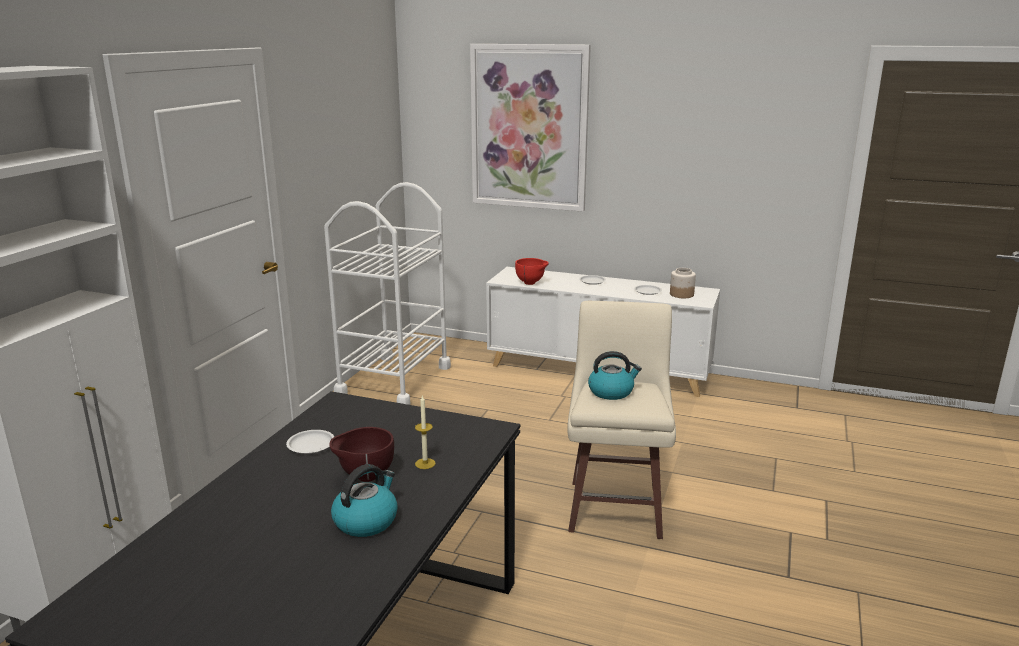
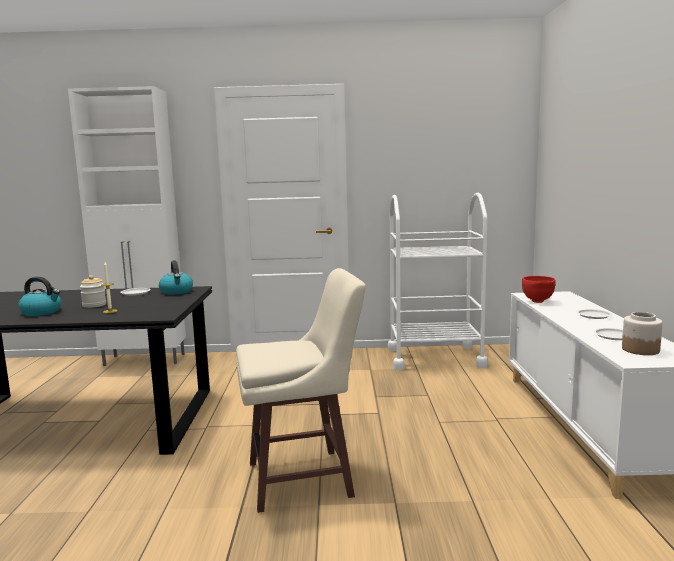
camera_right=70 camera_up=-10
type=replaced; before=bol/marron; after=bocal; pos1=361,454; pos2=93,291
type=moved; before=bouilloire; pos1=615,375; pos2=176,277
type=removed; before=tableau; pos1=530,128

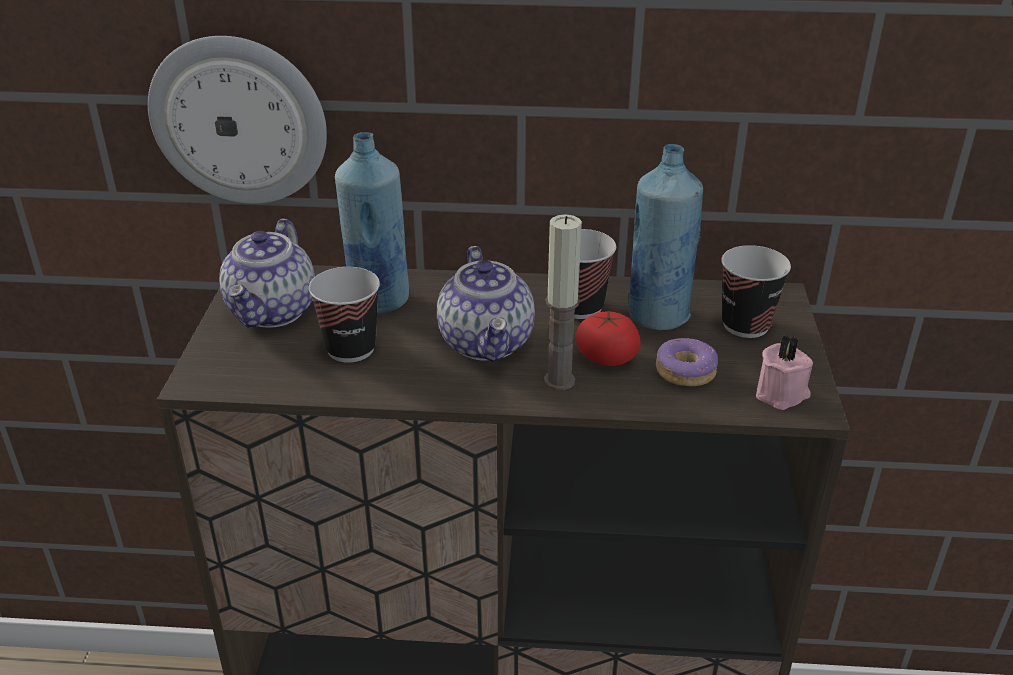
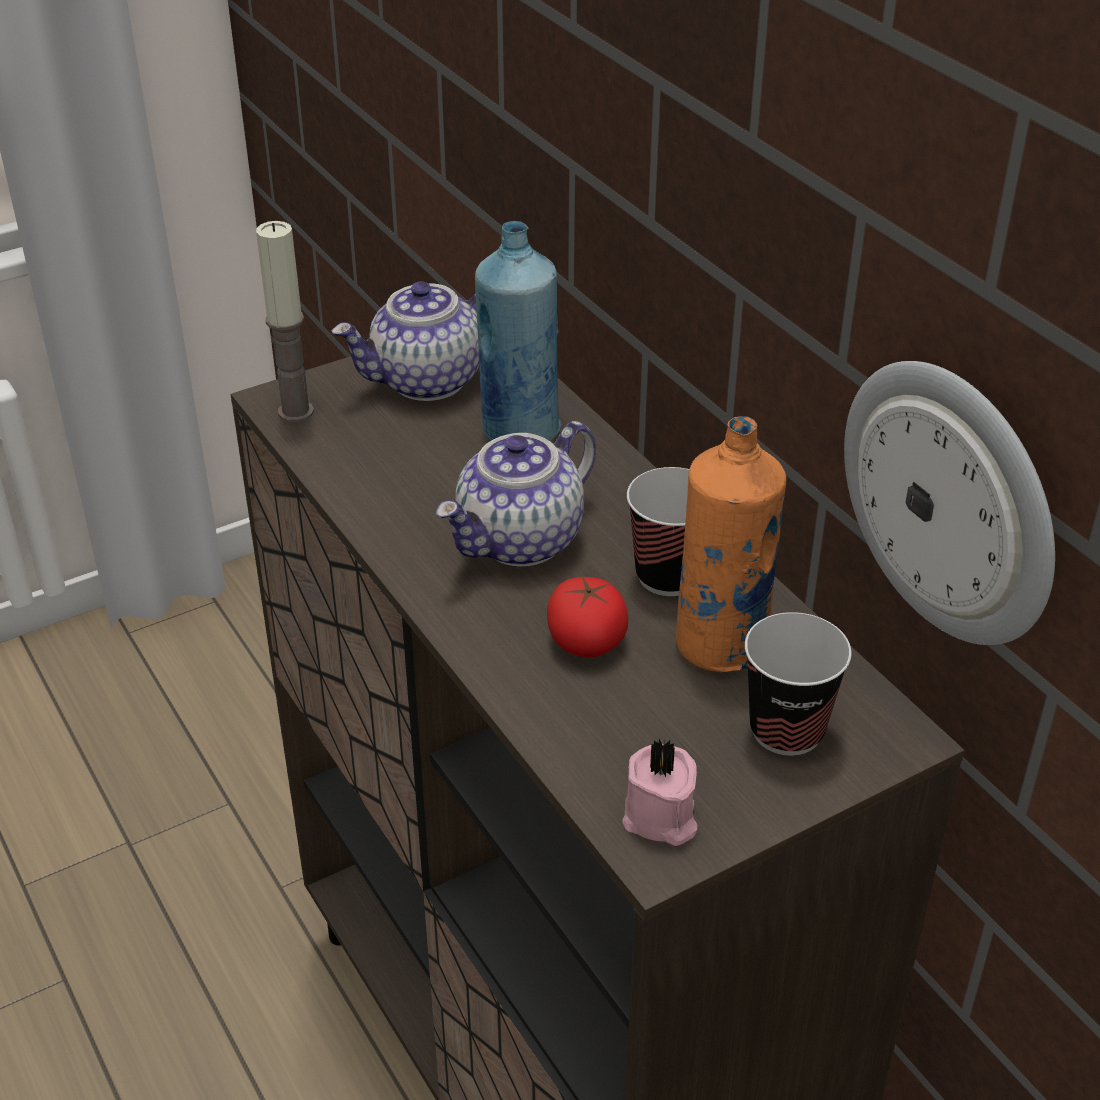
camera_right=55 camera_up=5
type=moved; before=bougie; pos1=563,302; pos2=285,321
type=recoloured; before=bouteille/bleu; after=bouteille/orange; pos1=666,237; pos2=731,544
type=moved; before=horloge murale; pos1=237,120; pos2=949,503
type=removed; before=tasse; pos1=344,315
type=removed; before=beignet; pos1=687,362

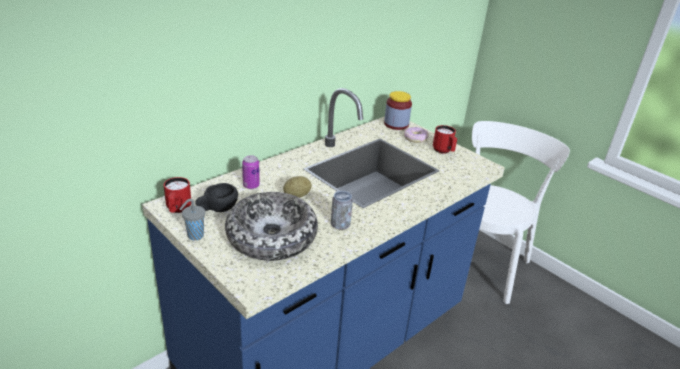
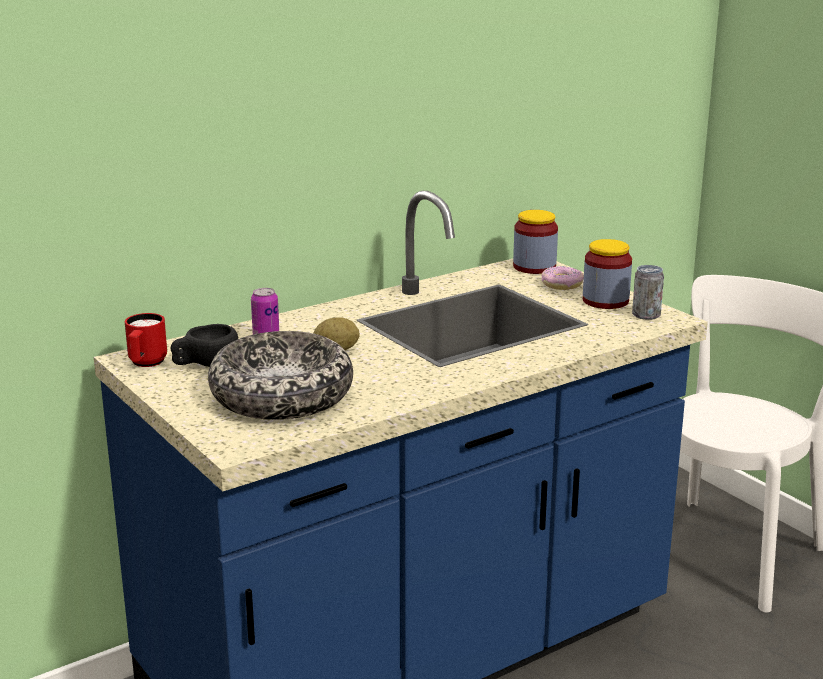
camera_right=10 camera_up=-10
type=replaced; before=mug/rouge; after=bocal; pos1=445,139; pos2=607,274
type=moved; before=boîte métallique; pos1=342,210; pos2=648,292
type=removed; before=tasse/gris; pos1=192,219

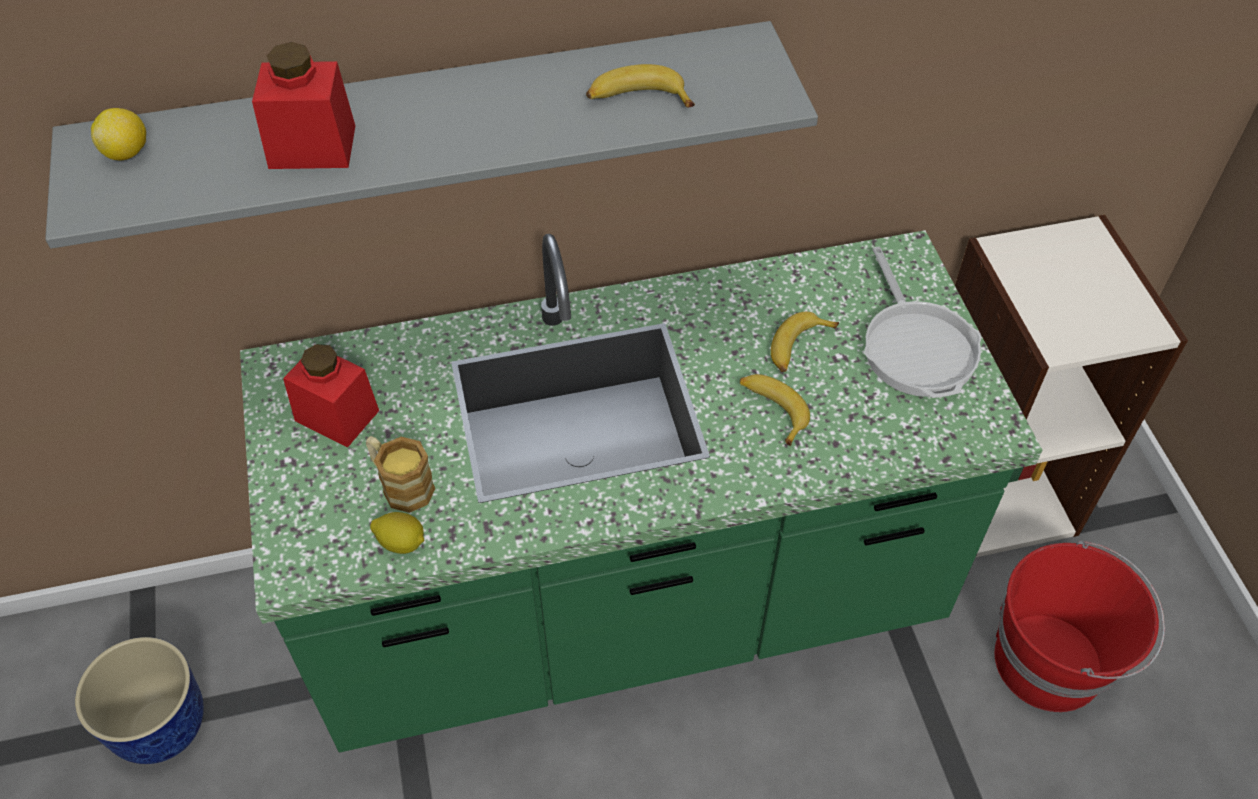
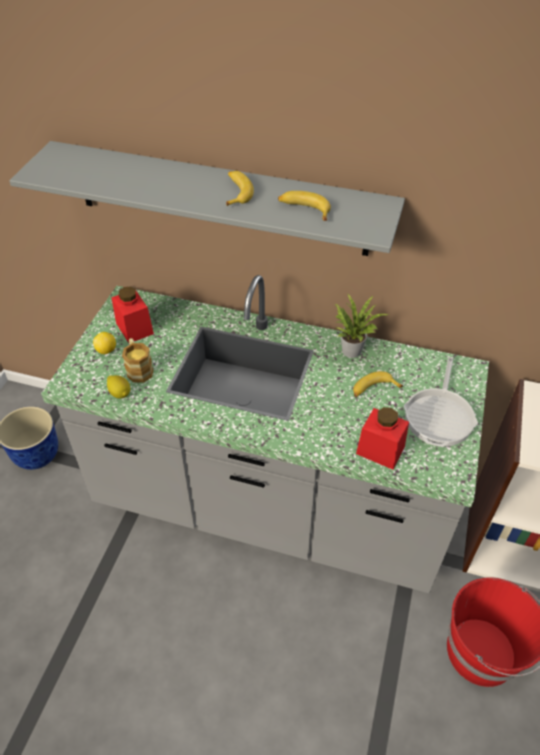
camera_right=30 camera_up=-5
type=recoloured; before=comptoir de cuisine/vert; after=comptoir de cuisine/gris; pos1=641,491; pos2=265,434
type=moved; before=citron; pos1=118,134; pos2=104,343
type=moved; before=banane; pos1=775,410; pos2=240,188
type=added; after=plante en pot; pos2=361,325
type=moved; before=bocal/rouge; pos1=303,105; pos2=382,438

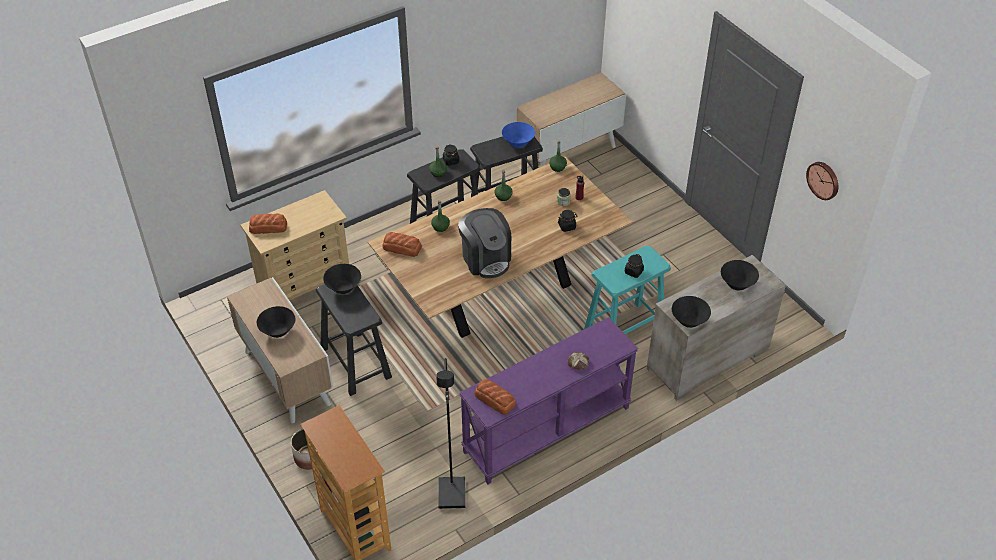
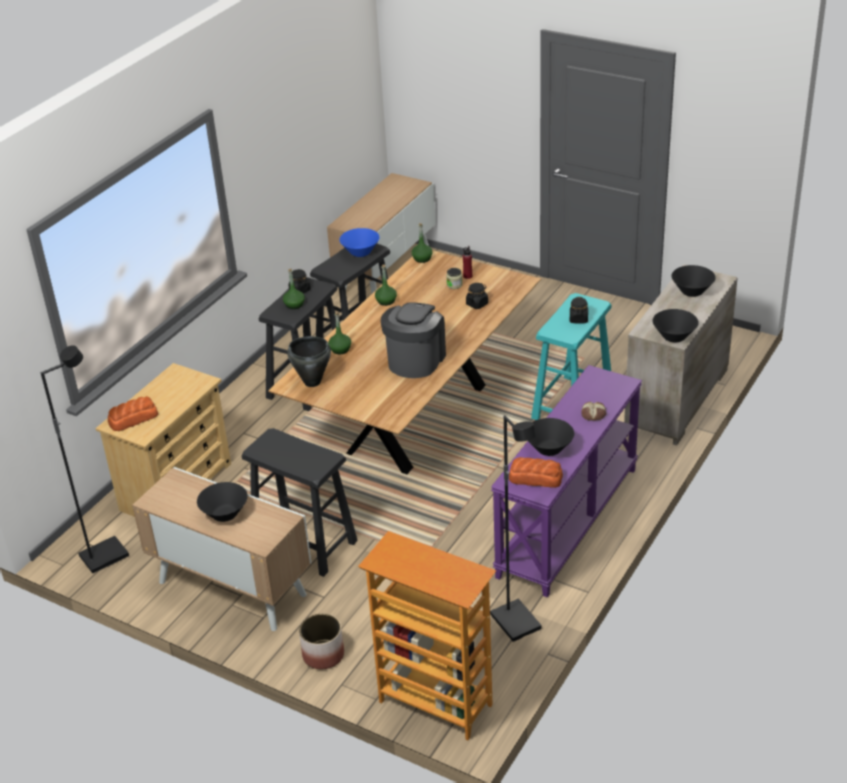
camera_right=-25 camera_up=-10
type=added; after=lampadaire/noir; pos2=85,459
type=replaced; before=pain; after=marmite/noir; pos1=402,244; pos2=309,361
type=turned; before=machine à café; pos1=484,243; pos2=413,340; turn=-105
type=moved; before=bol/noir; pos1=342,279; pos2=551,437
type=removed; before=horloge murale; pos1=822,181

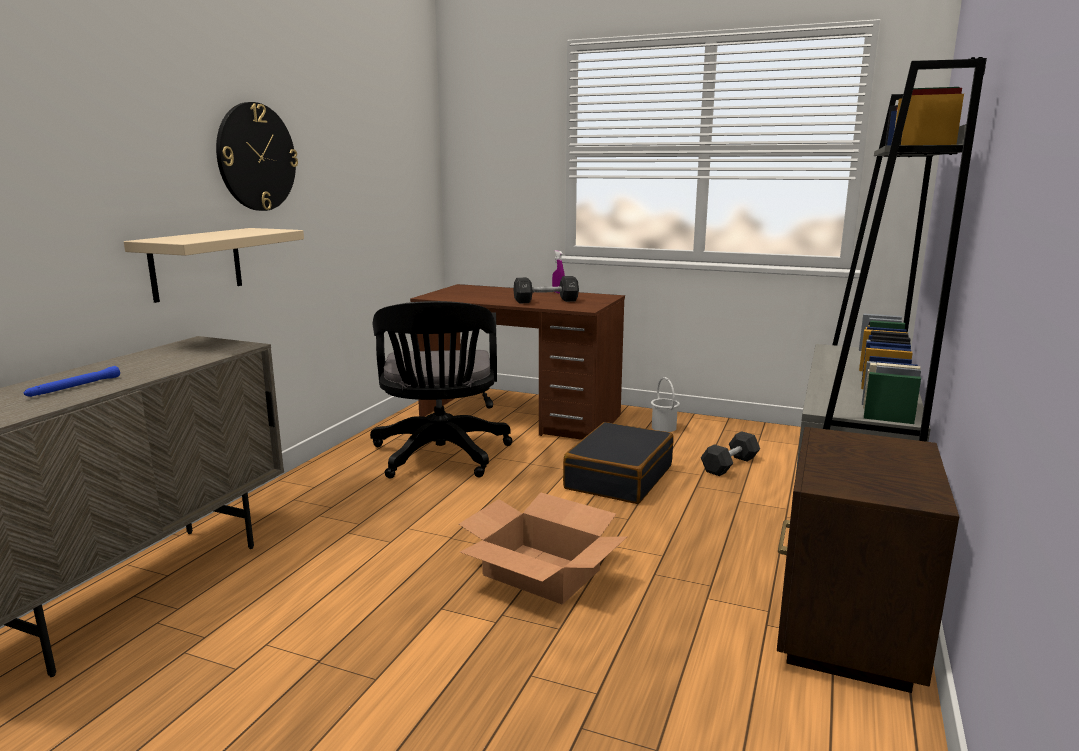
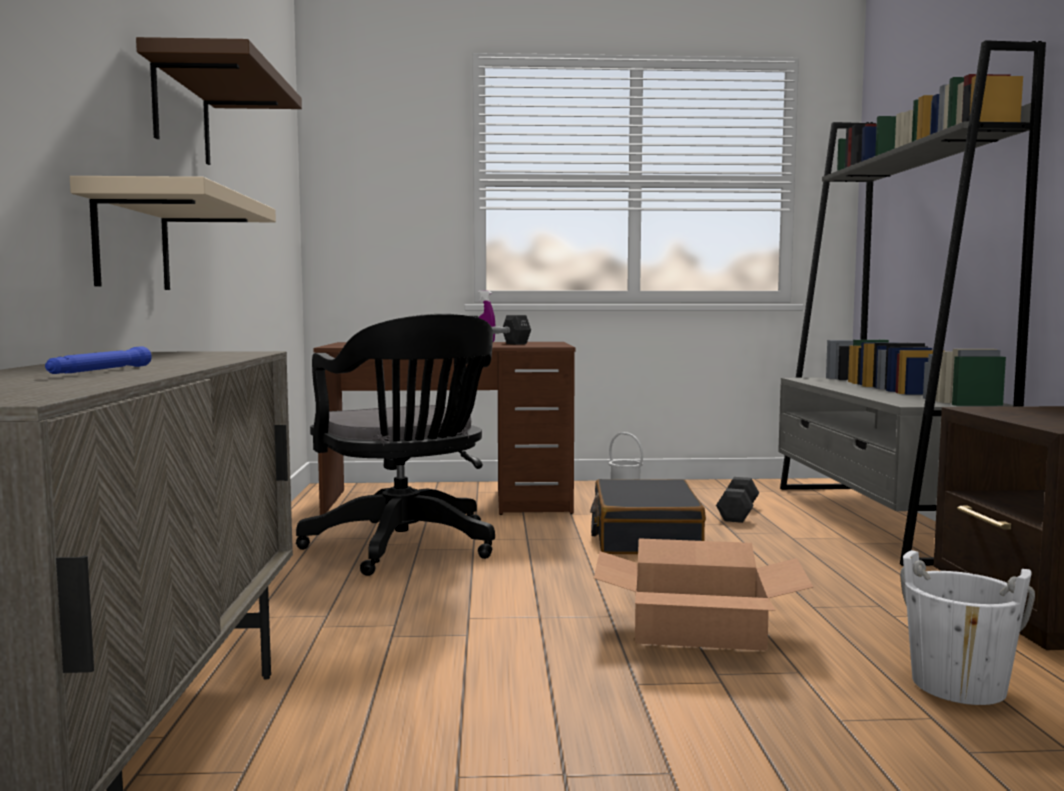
camera_right=-25 camera_up=-10
type=replaced; before=horloge murale; after=étagère/marron; pos1=257,156; pos2=219,101
type=added; after=seau/blanc; pos2=967,627

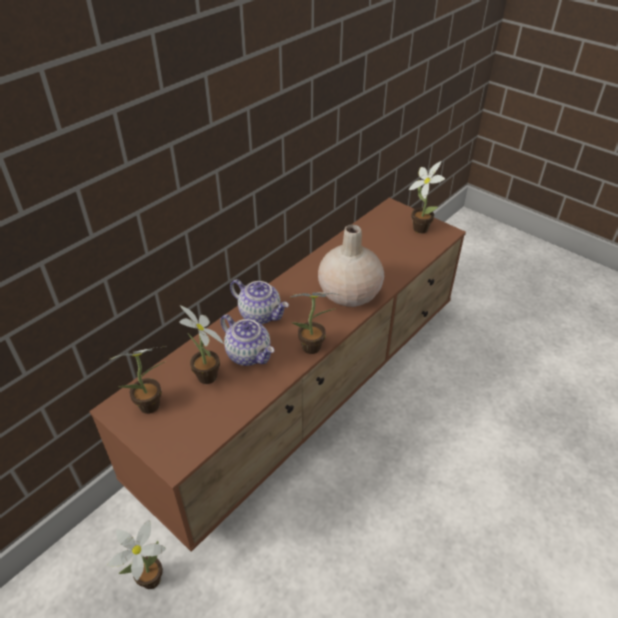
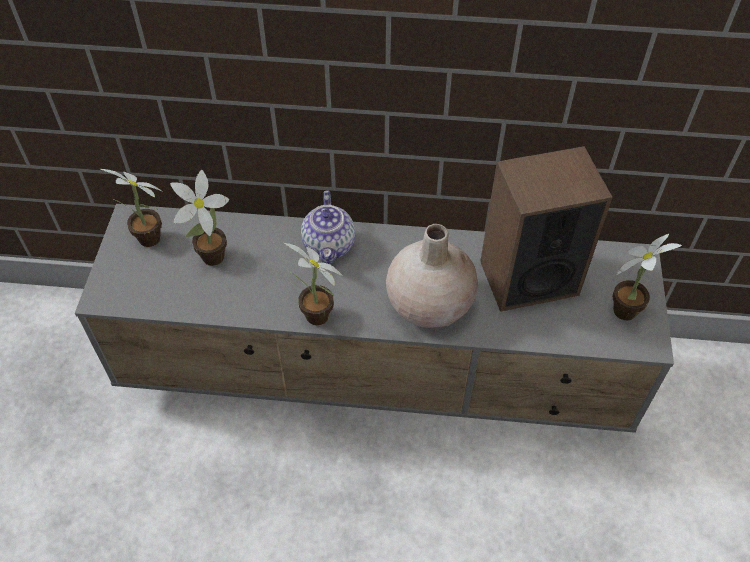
camera_right=55 camera_up=10
type=recoloured; before=meuble télé/marron; after=meuble télé/gris; pos1=277,375; pos2=374,318
type=added; after=enceinte; pos2=546,229
type=removed; before=plante en pot; pos1=137,554
type=removed; before=théière; pos1=247,340

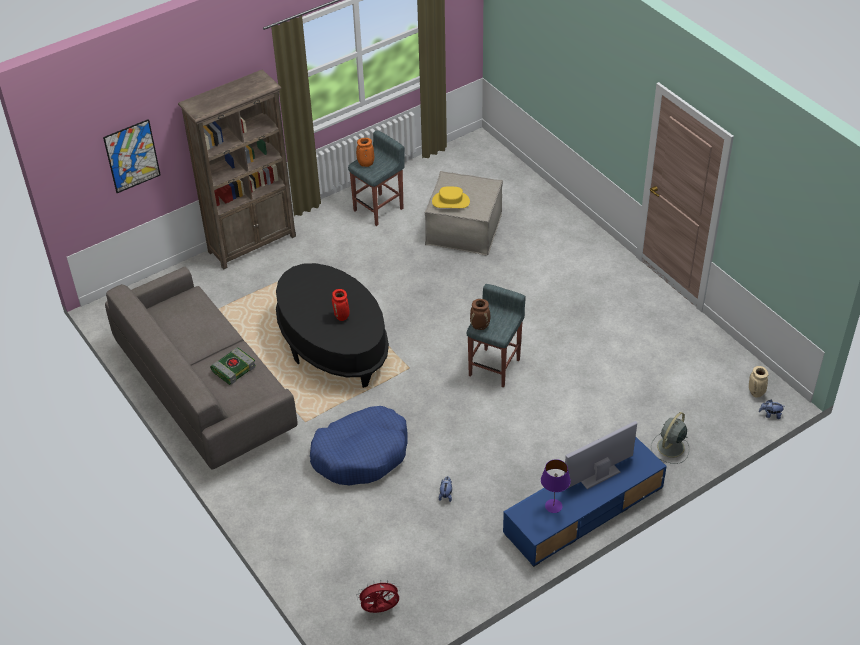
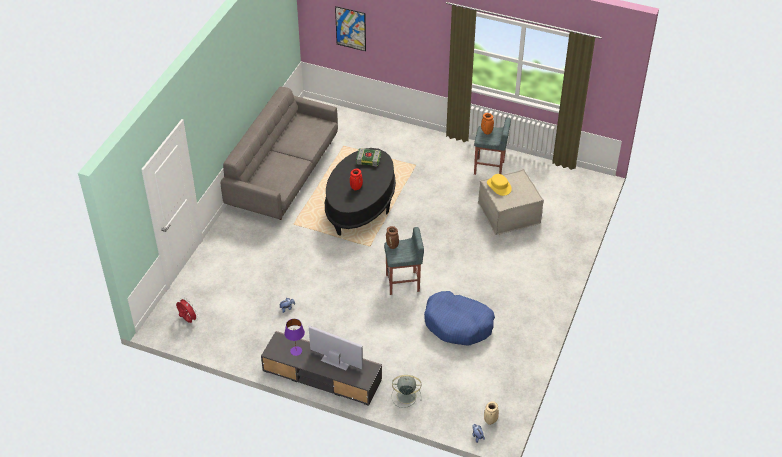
camera_right=55 camera_up=0
type=recoloured; before=meuble télé/bleu; after=meuble télé/gris; pos1=585,502; pos2=321,368
type=moved; before=livre; pos1=233,366; pos2=368,157
type=moved; before=panier pour chien/bleu; pos1=359,445; pos2=459,318
type=removed; before=bibliothèque/marron; pos1=237,170

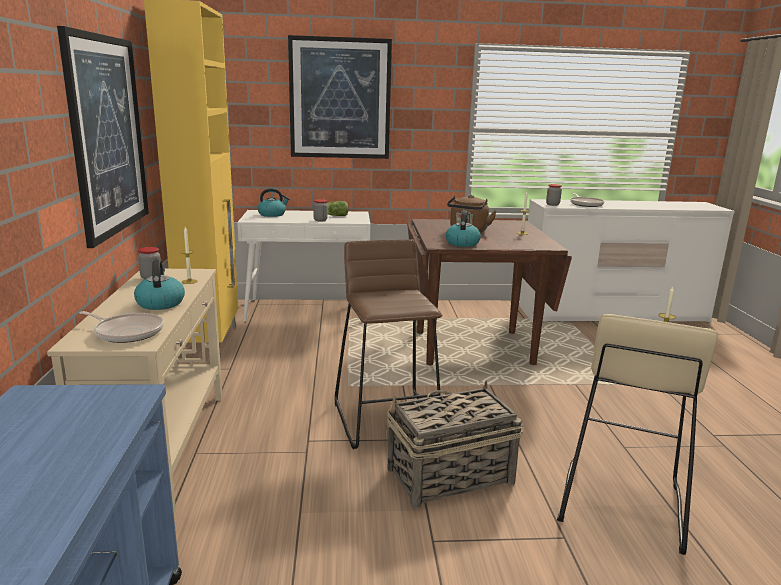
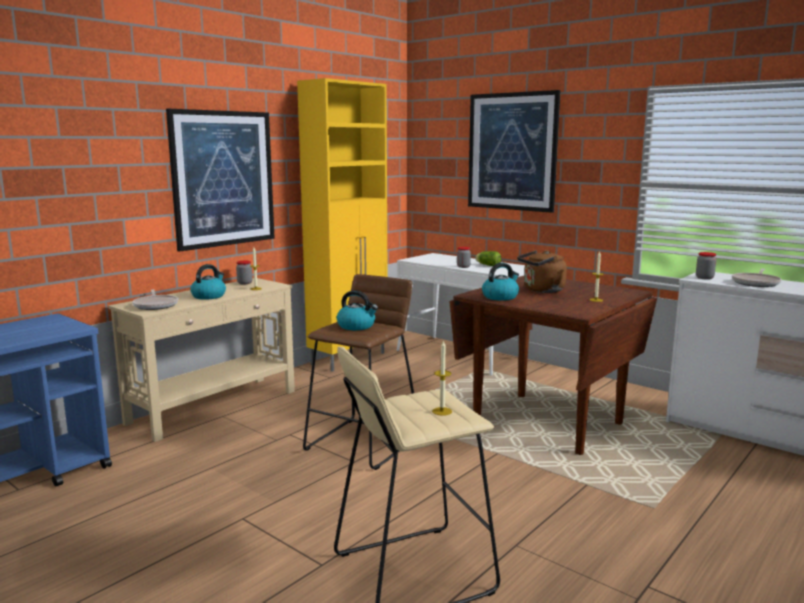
camera_right=45 camera_up=-5
type=moved; before=bouilloire; pos1=273,202; pos2=357,310
type=removed; before=panier; pos1=454,444

